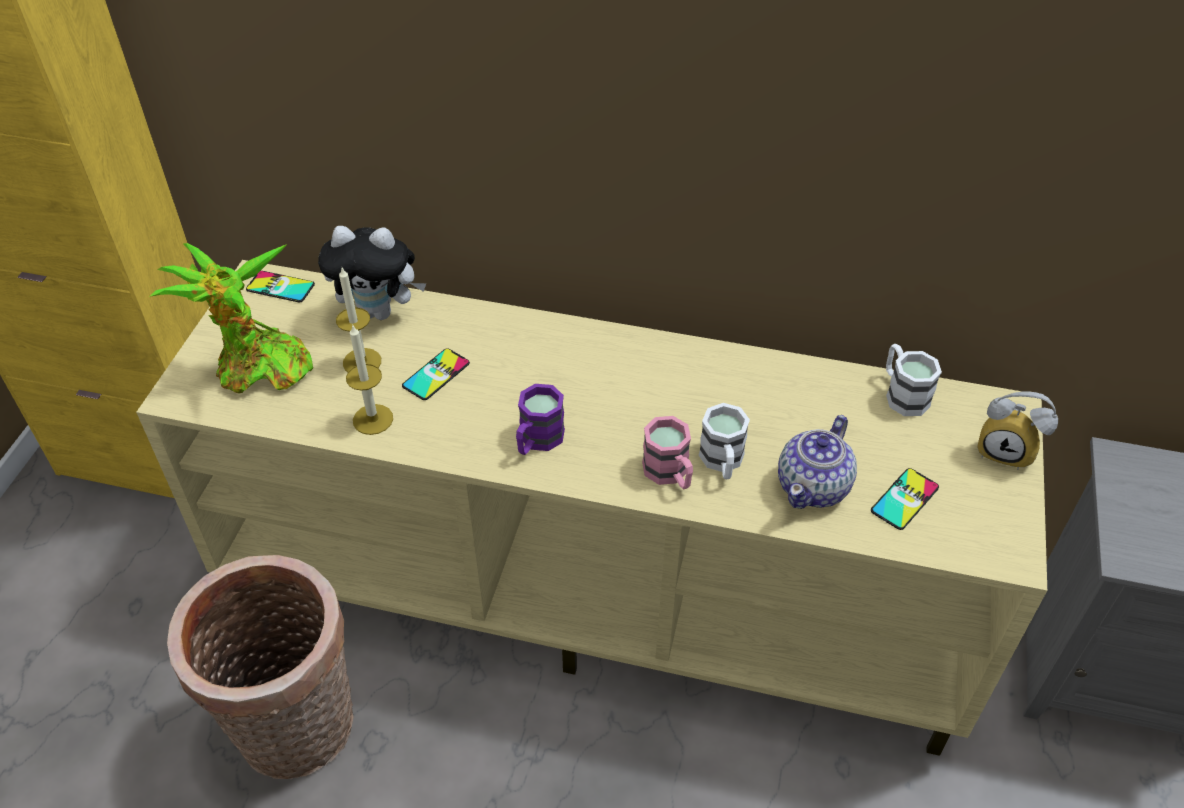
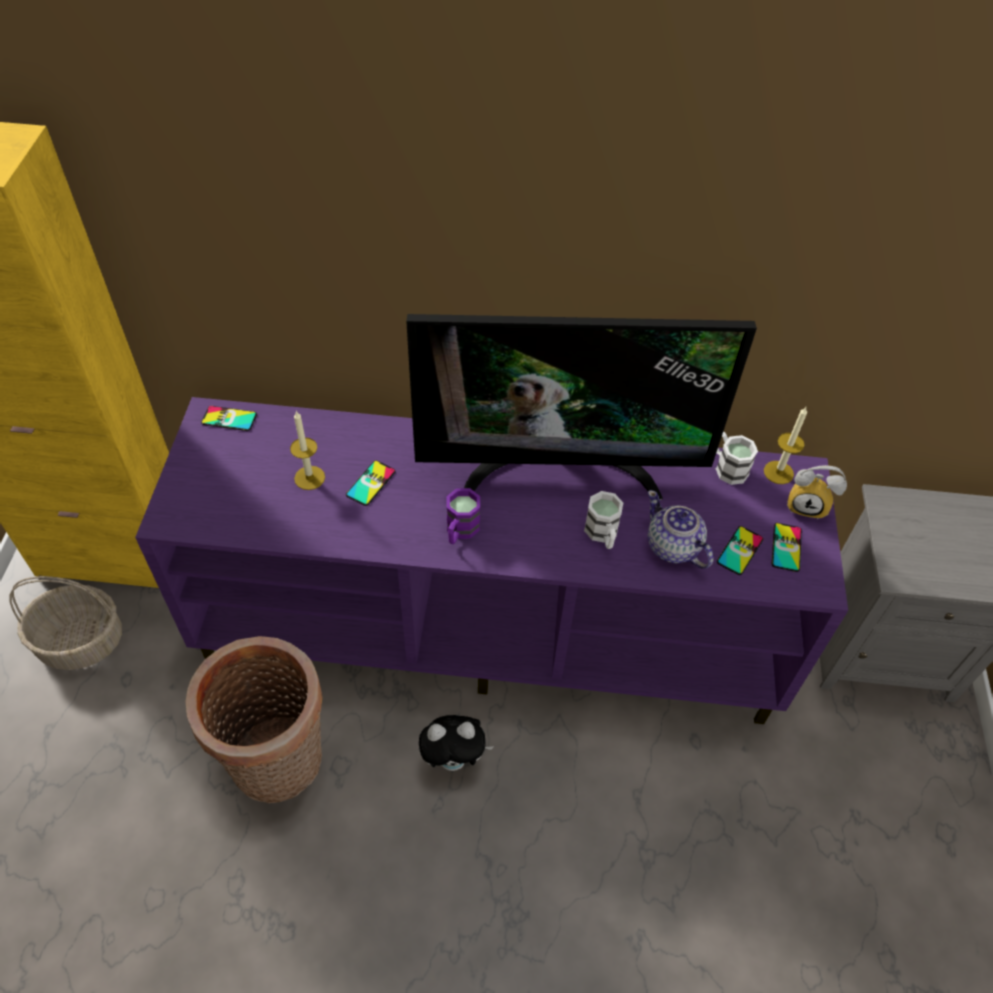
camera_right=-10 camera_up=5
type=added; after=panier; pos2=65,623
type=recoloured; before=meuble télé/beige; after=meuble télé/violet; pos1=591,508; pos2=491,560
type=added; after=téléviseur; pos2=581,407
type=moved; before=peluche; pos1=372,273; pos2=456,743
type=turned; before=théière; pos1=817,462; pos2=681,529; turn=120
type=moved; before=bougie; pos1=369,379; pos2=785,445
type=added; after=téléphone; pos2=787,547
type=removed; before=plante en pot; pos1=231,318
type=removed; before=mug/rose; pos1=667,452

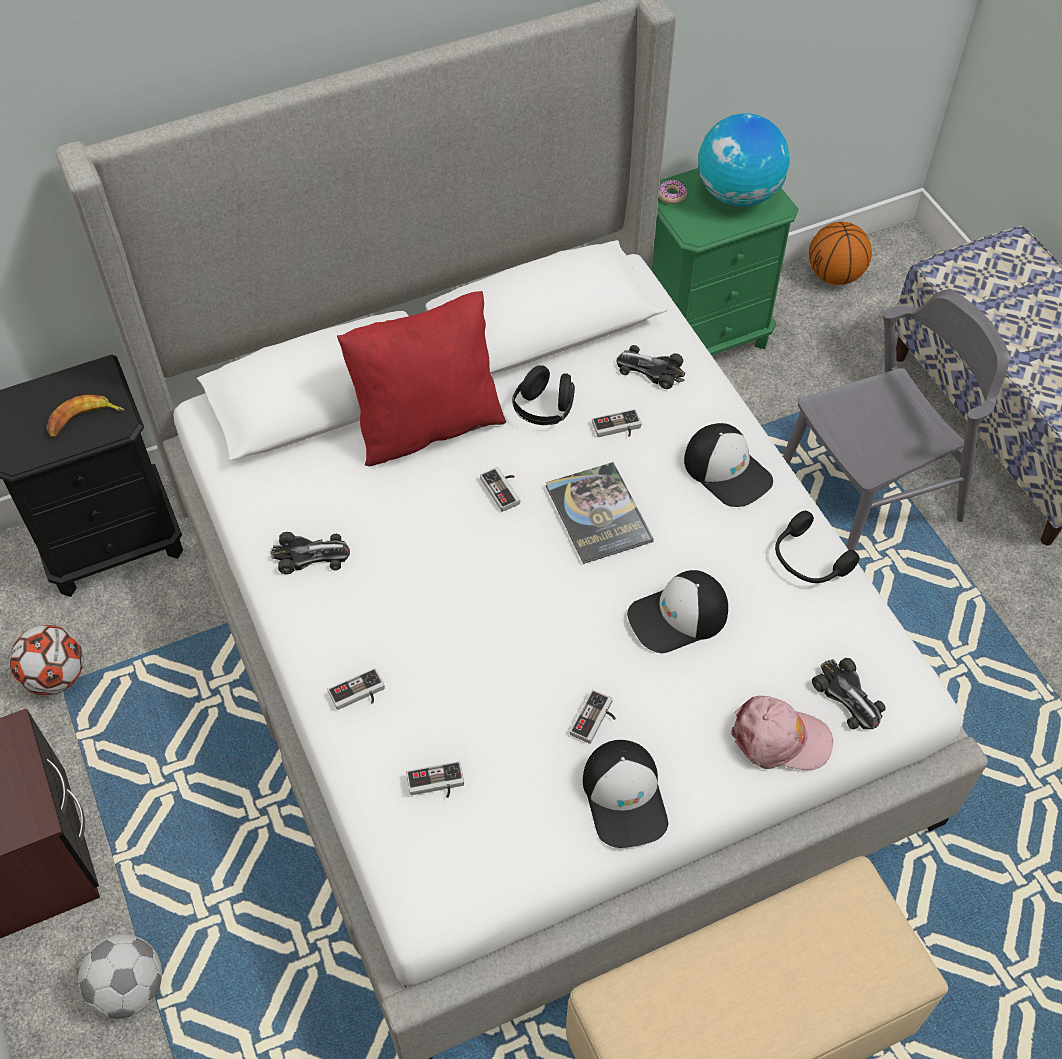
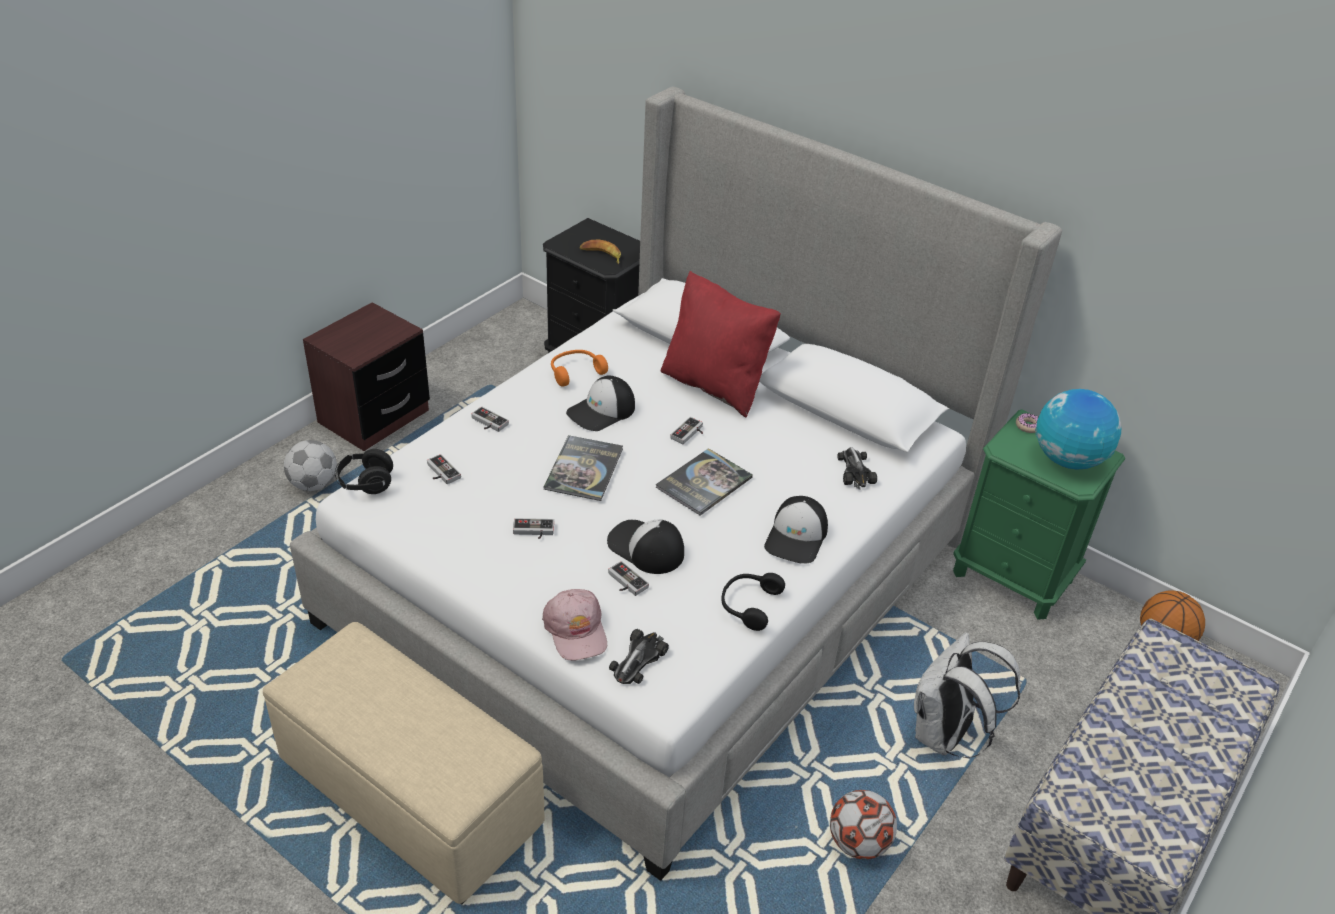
camera_right=60 camera_up=-15
type=moved; before=casque audio/noir; pos1=543,395; pos2=364,471
type=added; after=livre; pos2=583,468
type=replaced; before=petite voiture; after=casque audio/orange; pos1=310,553; pos2=579,368
type=moved; before=casquette; pos1=625,794; pos2=600,403
type=moved; before=manette; pos1=616,423; pos2=628,578
type=moved; before=ballon de foot; pos1=46,660; pos2=863,824
type=replaced; before=chaise/gris; after=sac à dos/blanc; pos1=896,420; pos2=967,695

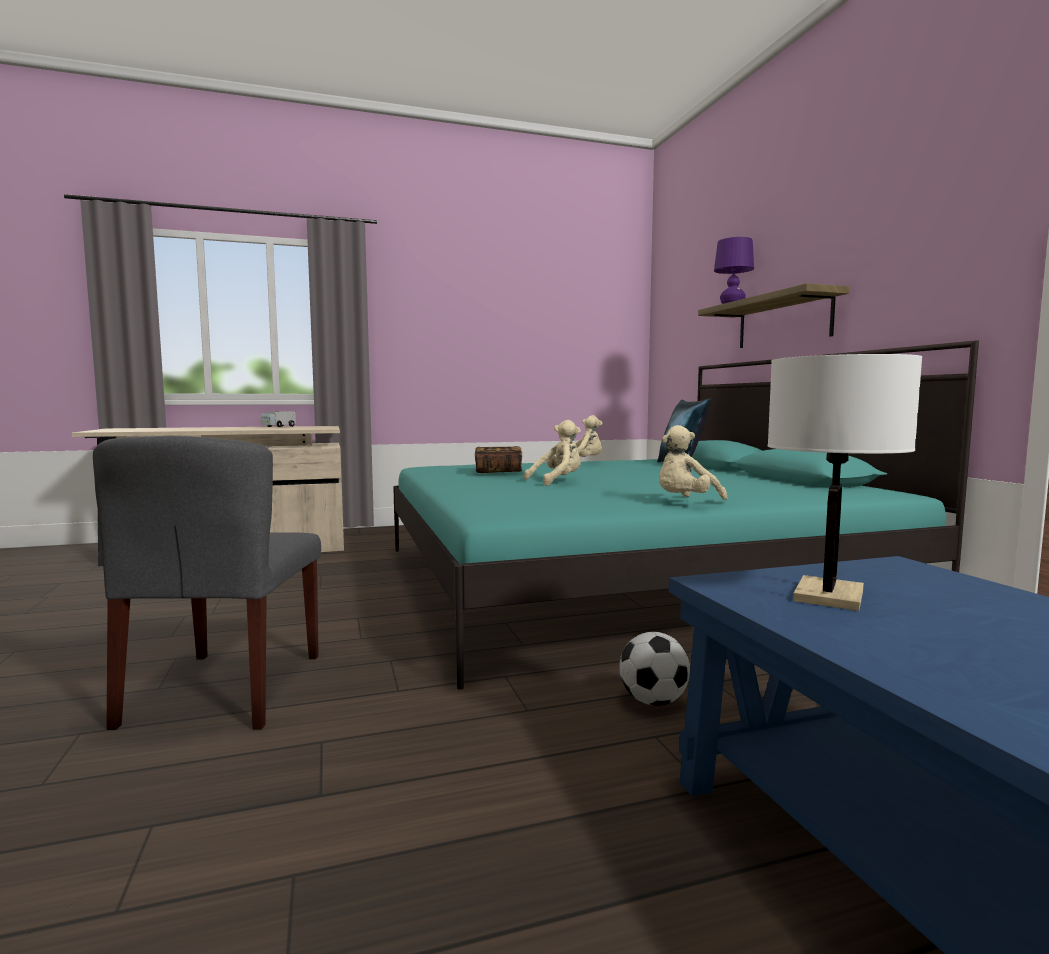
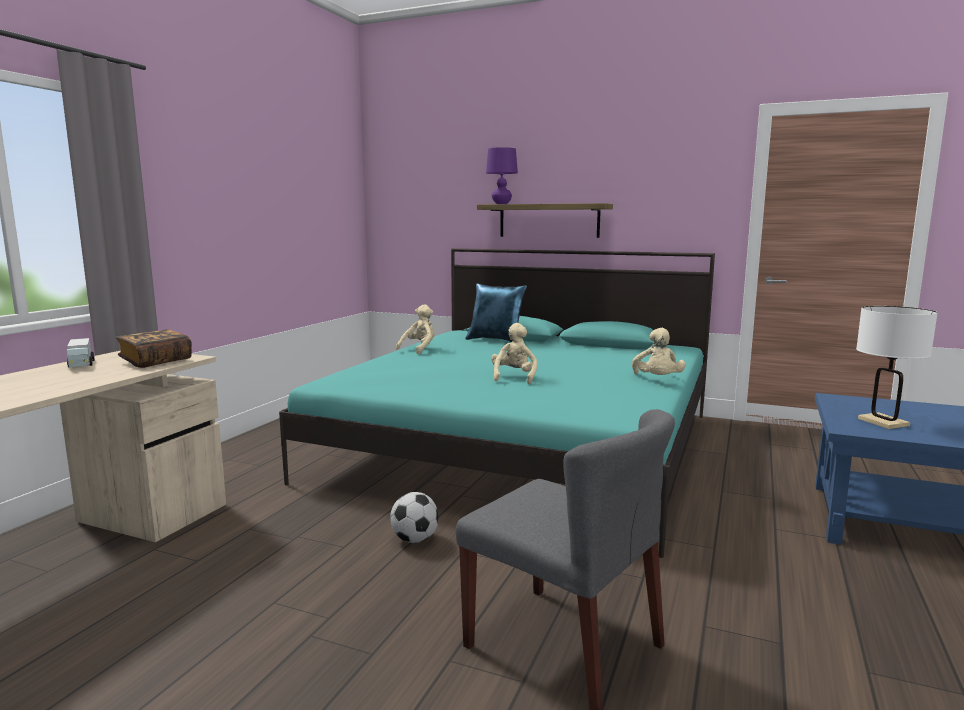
camera_right=-50 camera_up=5
type=moved; before=livre; pos1=498,459; pos2=154,348
type=moved; before=ballon de foot; pos1=654,669; pos2=414,517

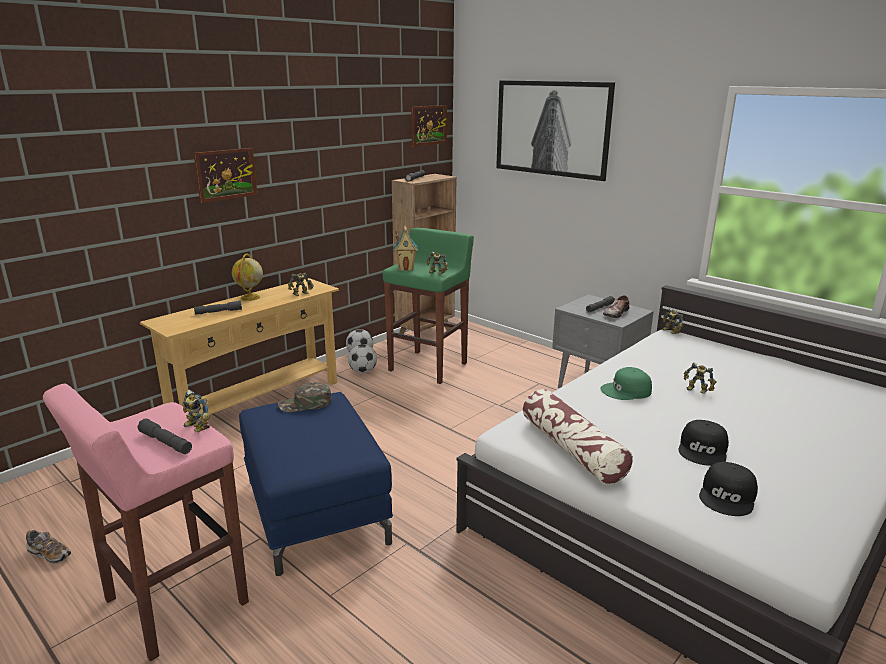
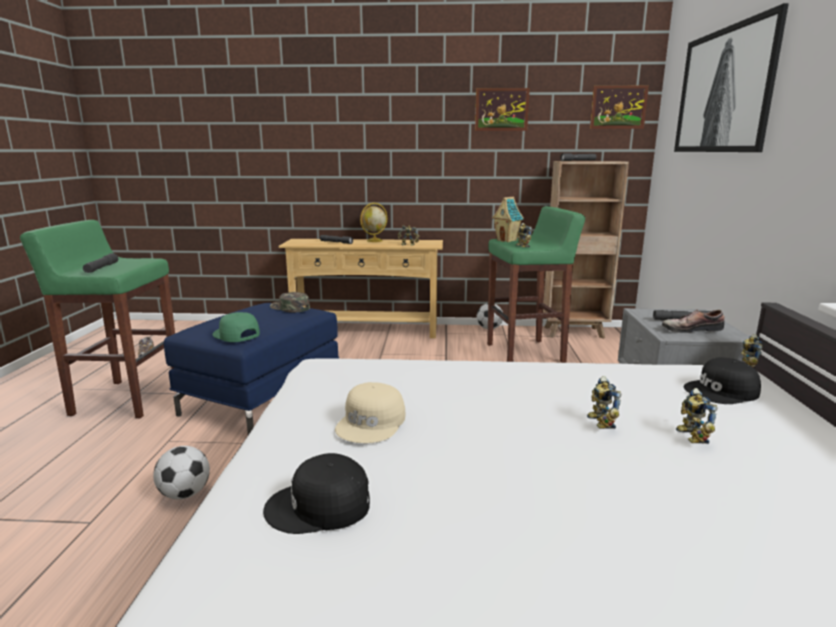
camera_right=50 camera_up=-5
type=recoloured; before=tabouret/rose; after=tabouret/vert; pos1=146,522; pos2=97,319
type=moved; before=ballon de foot; pos1=362,358; pos2=181,473
type=moved; before=casquette/vert; pos1=626,383; pos2=236,327
type=added; after=casquette/beige; pos2=370,412
type=moved; before=tableau; pos1=225,175; pos2=502,109
type=moved; before=robot jouet; pos1=196,411; pos2=697,416
type=moved; before=casquette/noir; pos1=703,443; pos2=722,380
type=removed; before=coussin; pos1=578,436

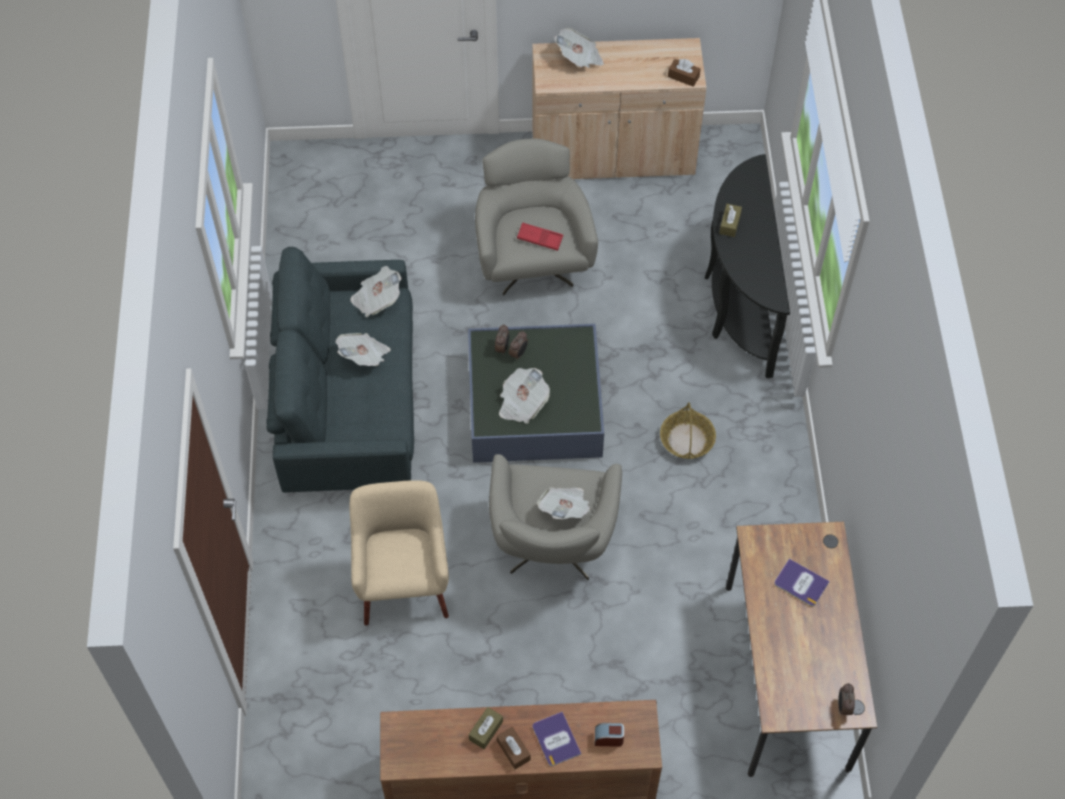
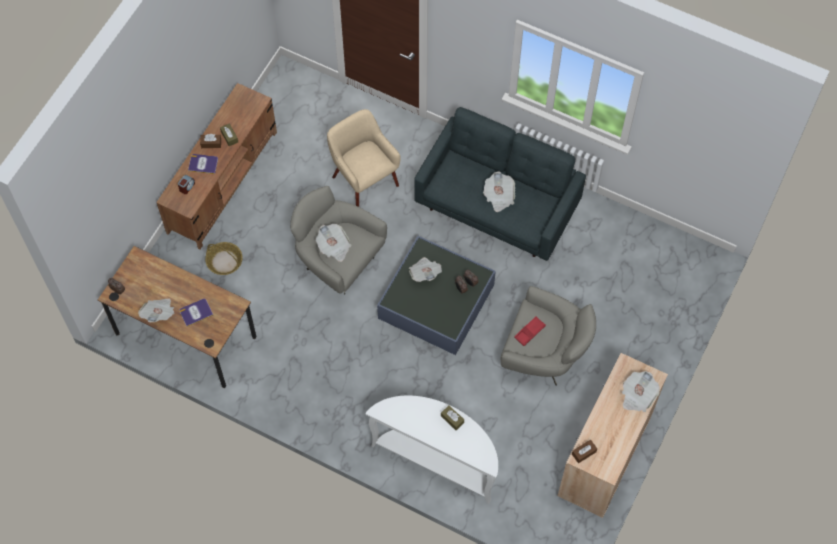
camera_right=120 camera_up=5
type=moved; before=journal; pos1=375,291; pos2=156,310
type=moved; before=panier; pos1=688,430; pos2=223,258
type=turned; before=fauteuil/beige; pos1=399,553; pos2=364,158; turn=-150
type=recoloured; before=table console/noir; after=table console/blanc; pos1=747,266; pos2=431,450

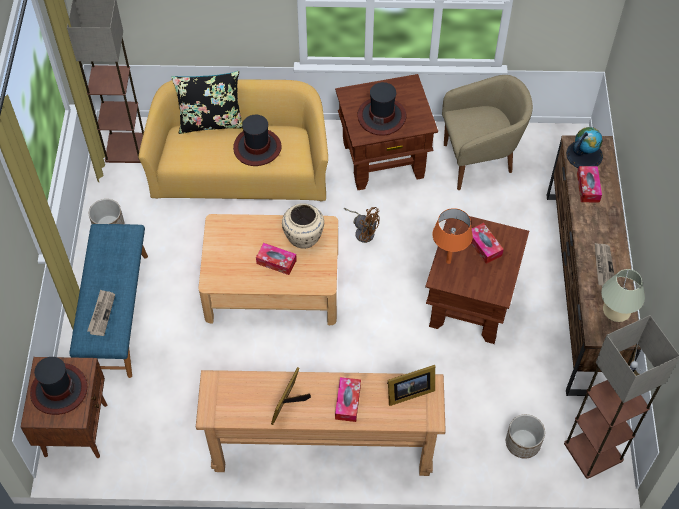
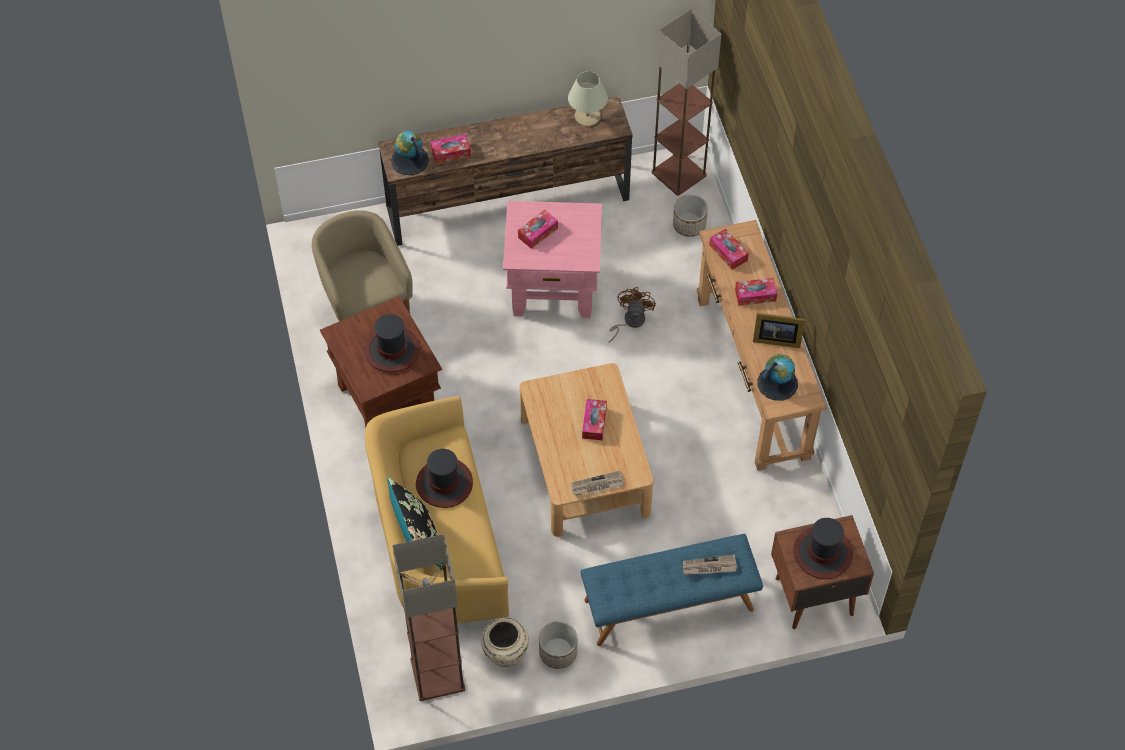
camera_right=-105 camera_up=0
type=moved; before=vase/beige; pos1=303,226; pos2=505,642
type=recoloured; before=table d'appoint/marron; after=table d'appoint/rose; pos1=477,280; pos2=552,259
type=moved; before=journal; pos1=605,265; pos2=598,483
type=moved; before=ventilateur/marron; pos1=362,225; pos2=632,315
type=replaced; before=cadre photo; after=boîte à mouchoirs; pos1=411,385; pos2=729,249
type=added; after=globe; pos2=777,377
type=removed; before=lampe de table/orange; pos1=452,236

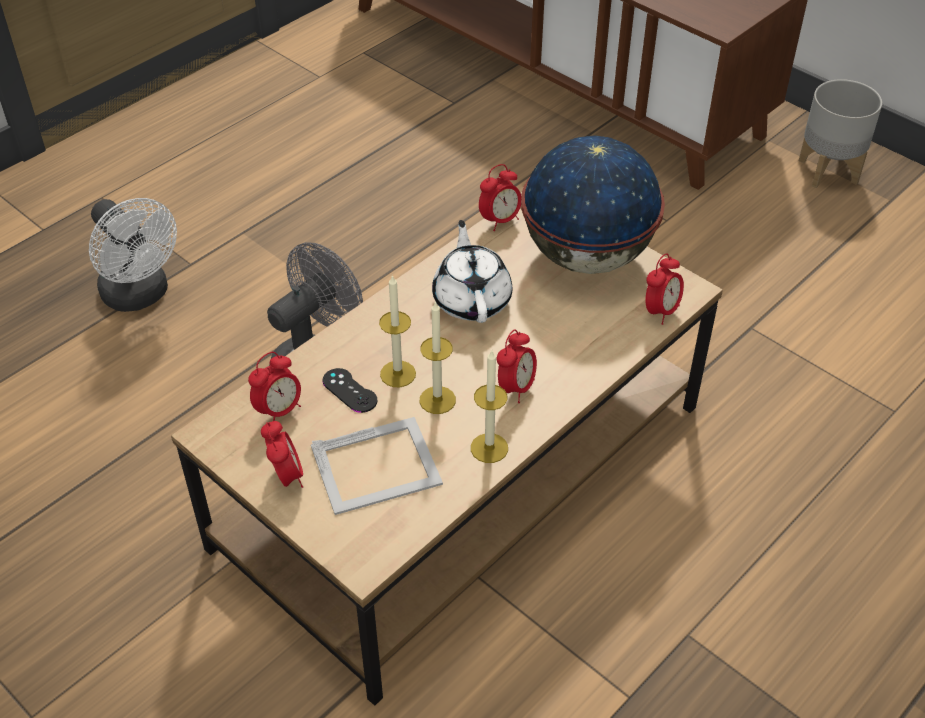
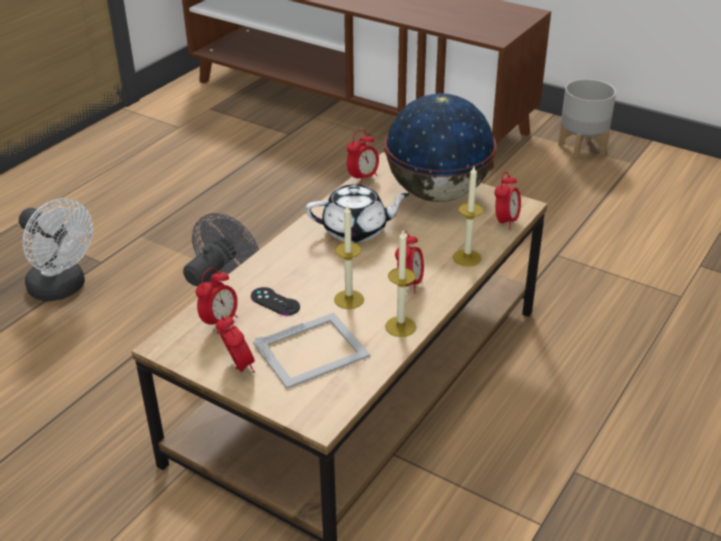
camera_right=-10 camera_up=-10
type=turned; before=théière/blanc; pos1=472,271; pos2=358,214; turn=105
type=moved; before=bougie; pos1=397,330; pos2=468,216

